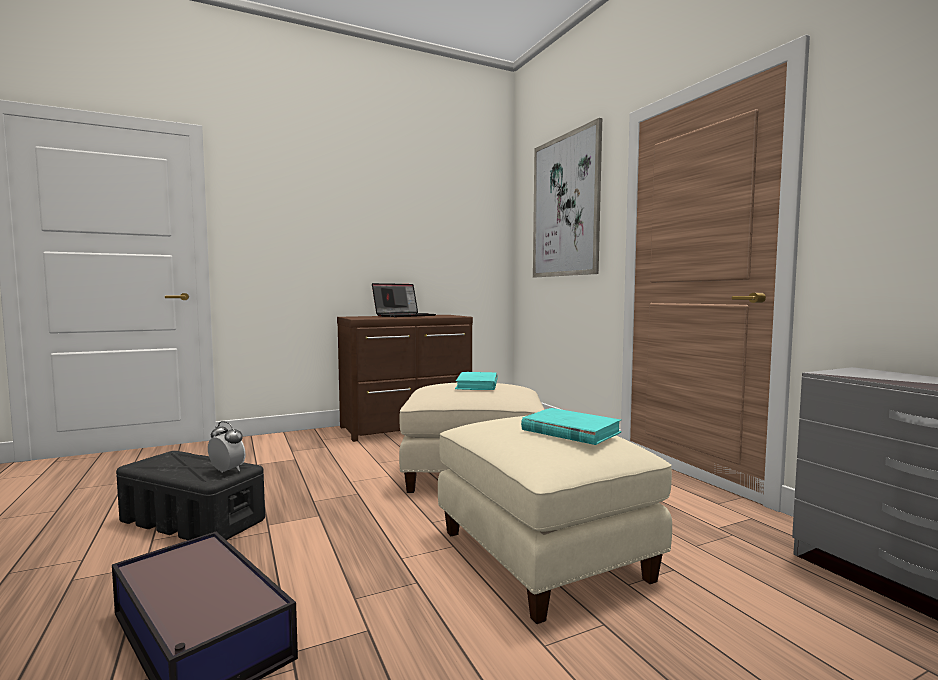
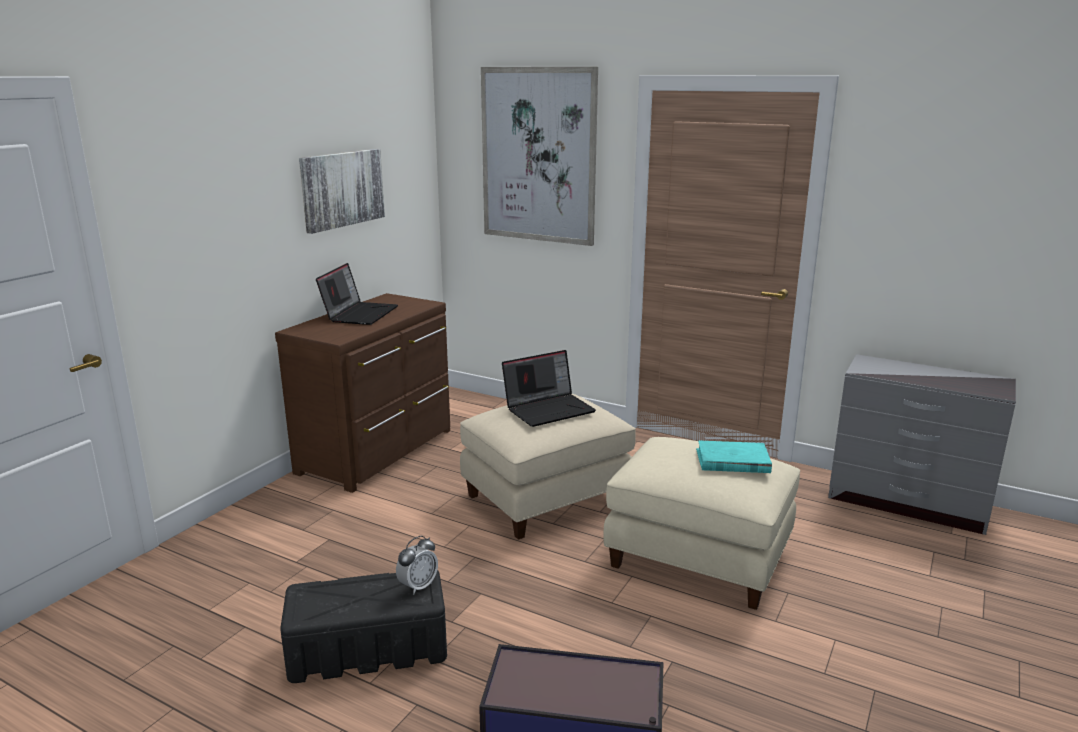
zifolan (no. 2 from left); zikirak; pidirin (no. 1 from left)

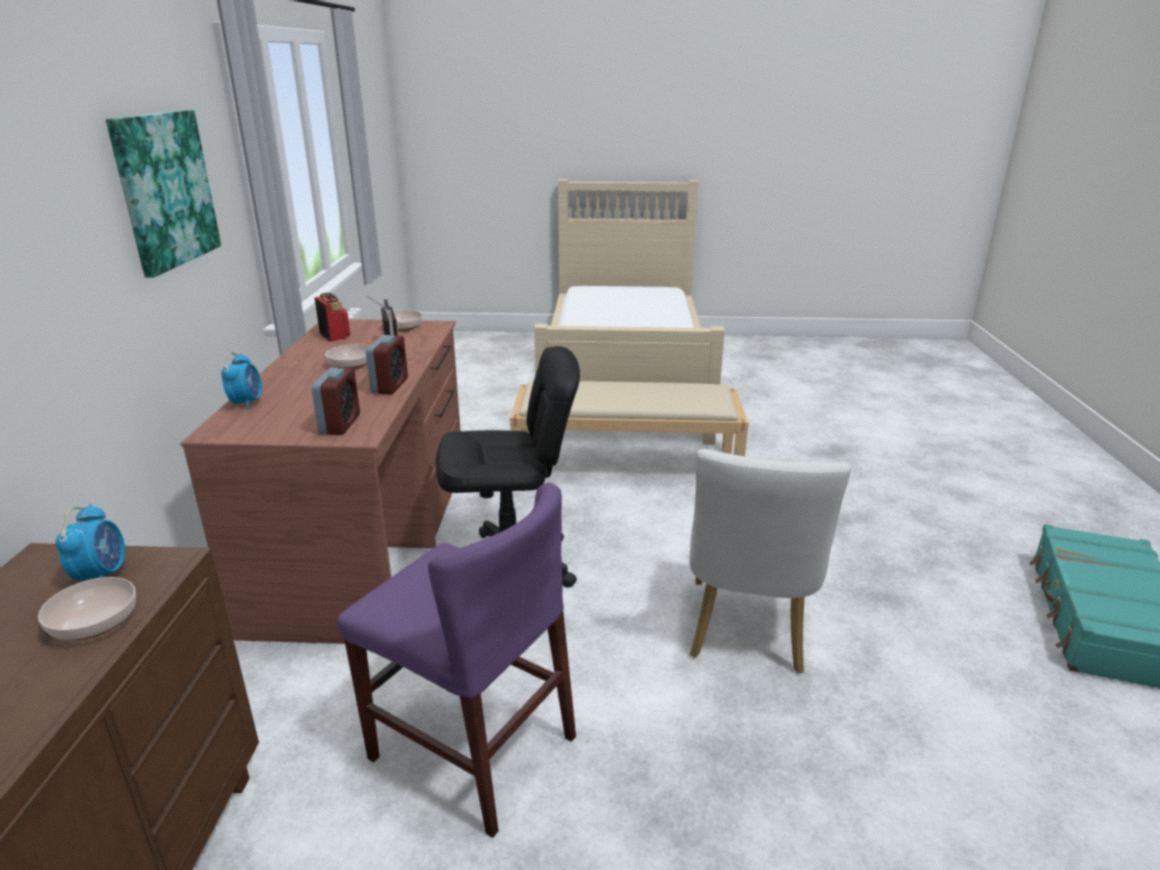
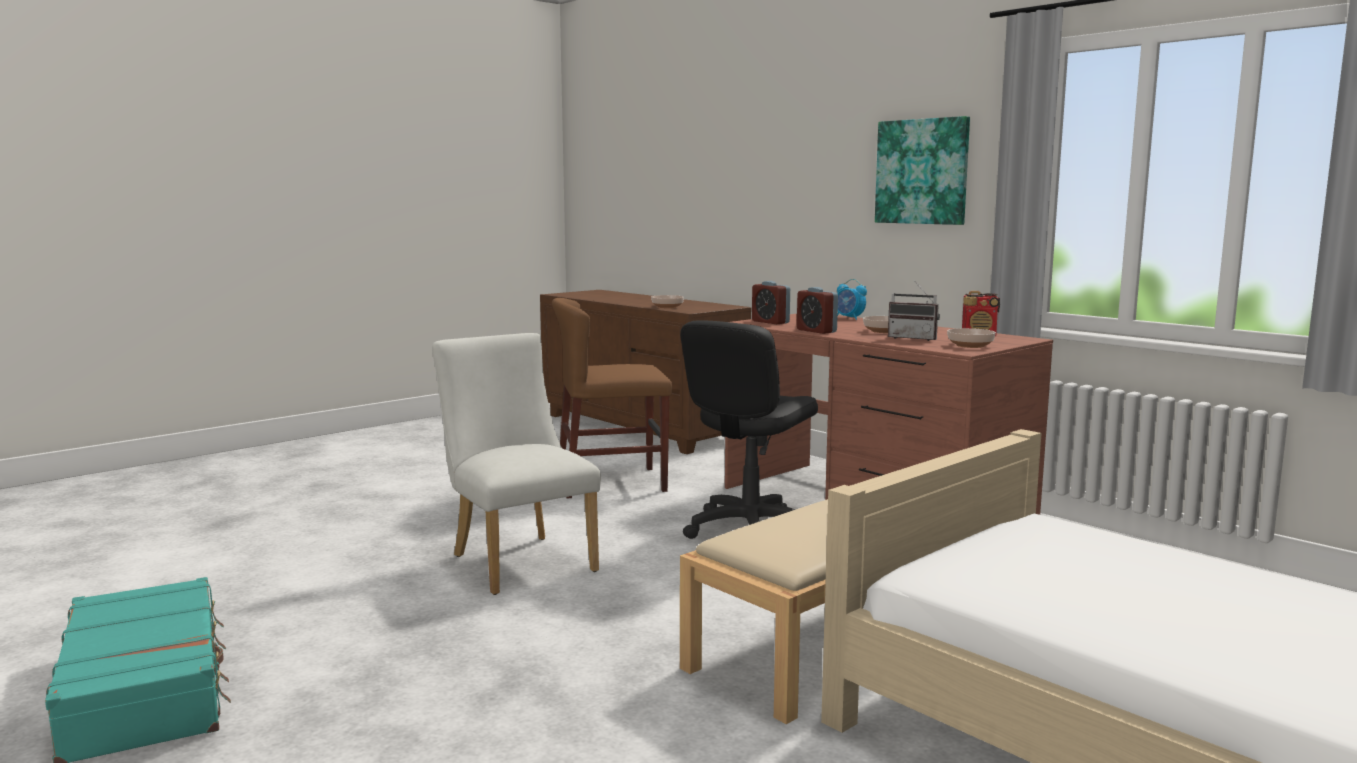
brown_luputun; zikirak (no. 1 from left in the first image)

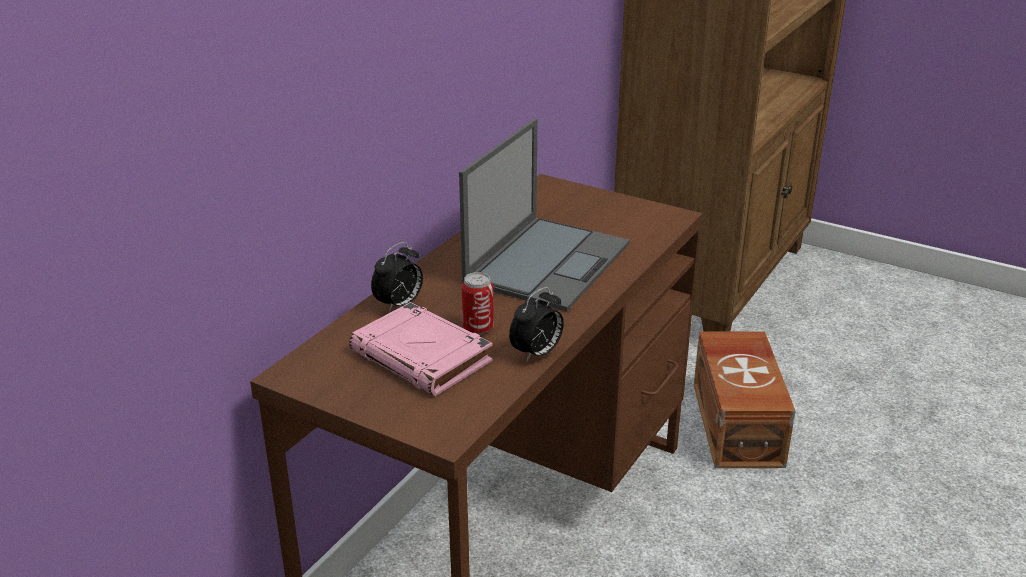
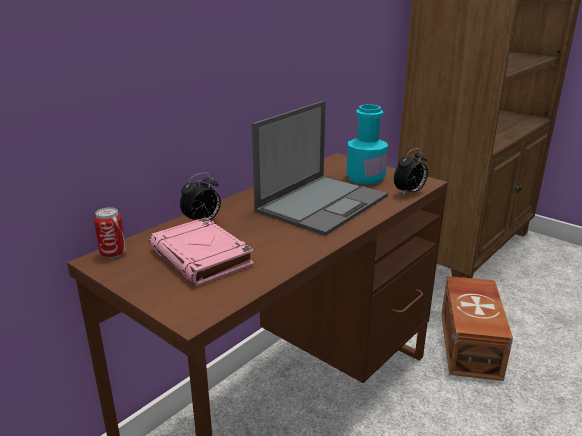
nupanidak; zikirak (no. 2 from left); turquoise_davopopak

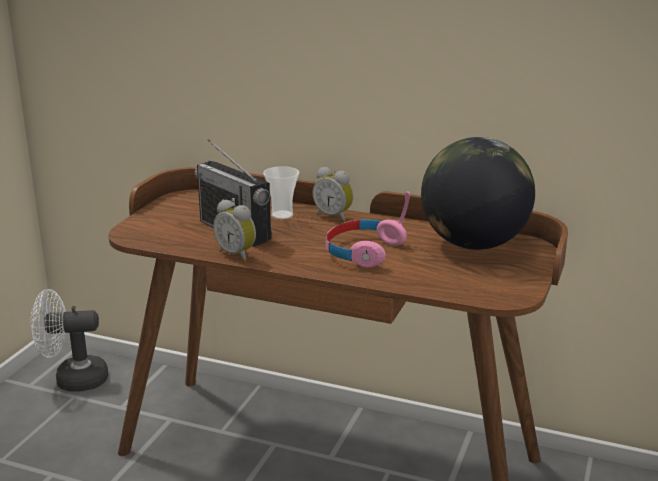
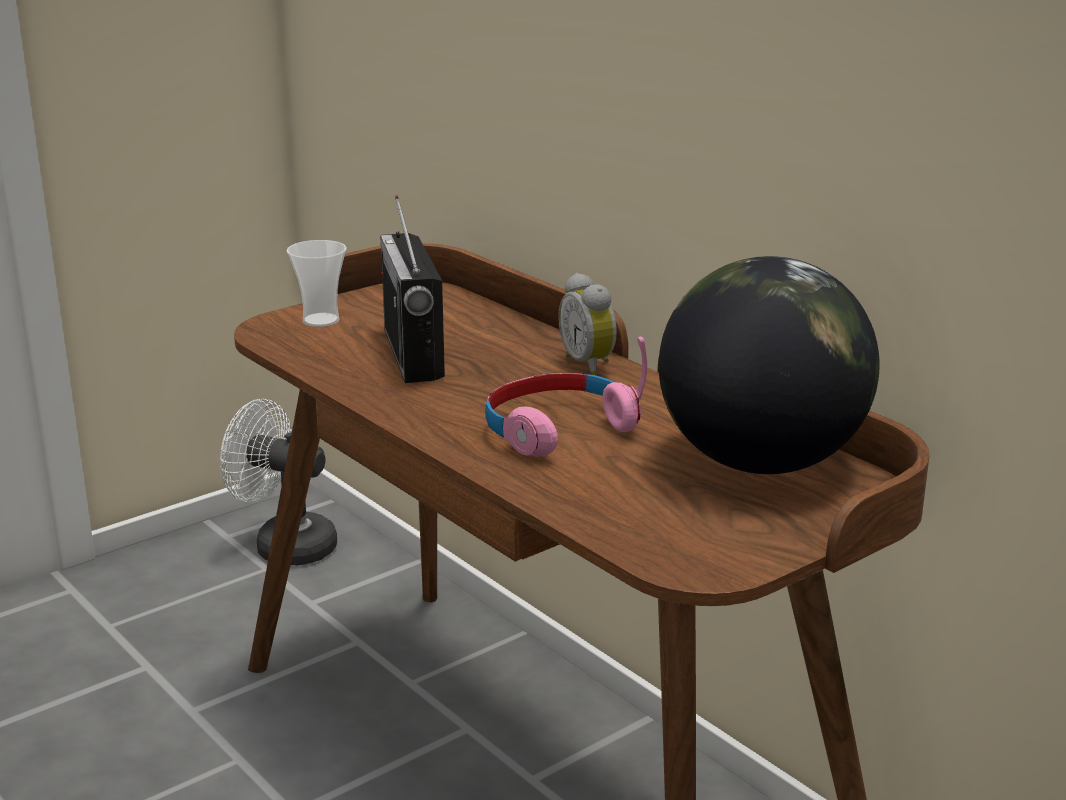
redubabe; zikirak (no. 1 from left in the first image)

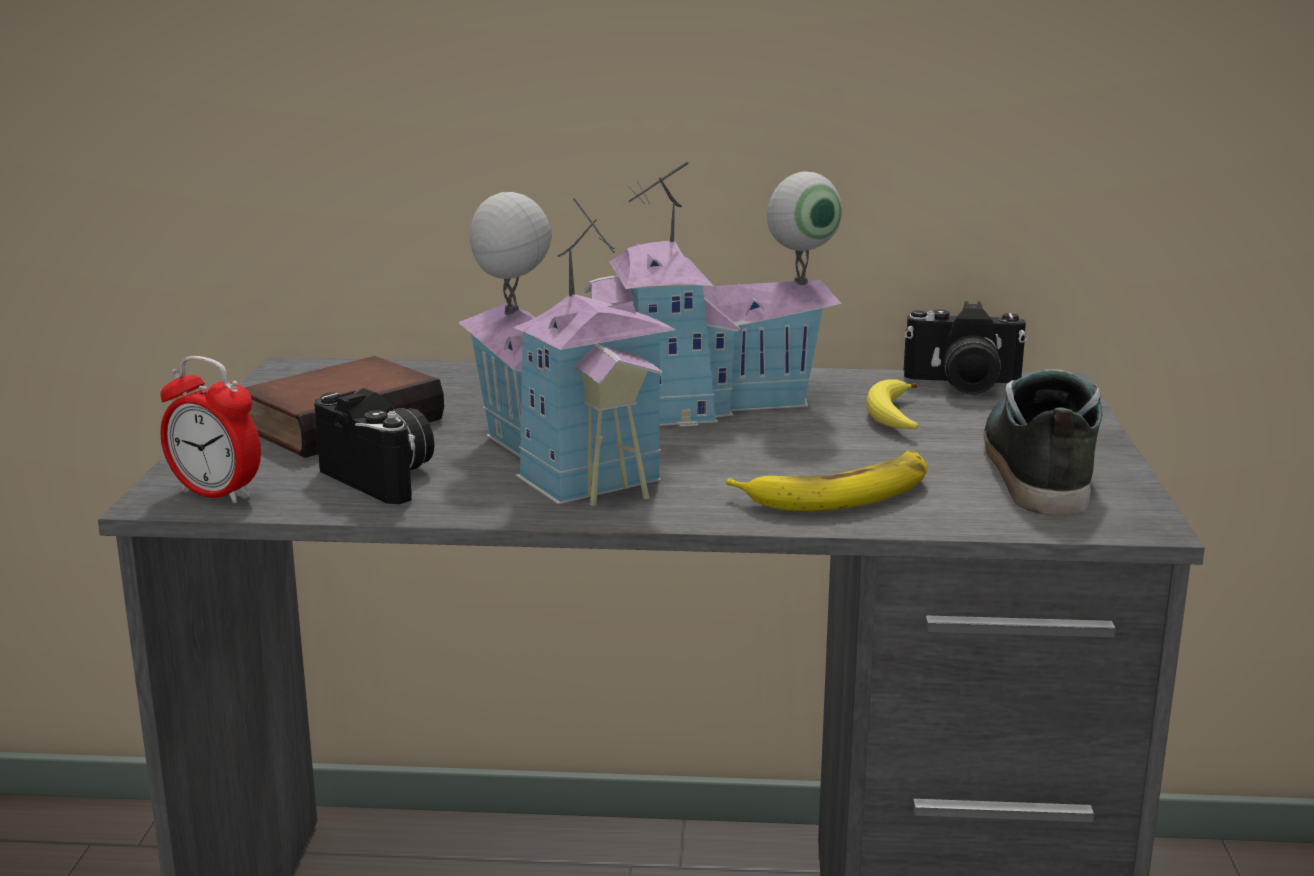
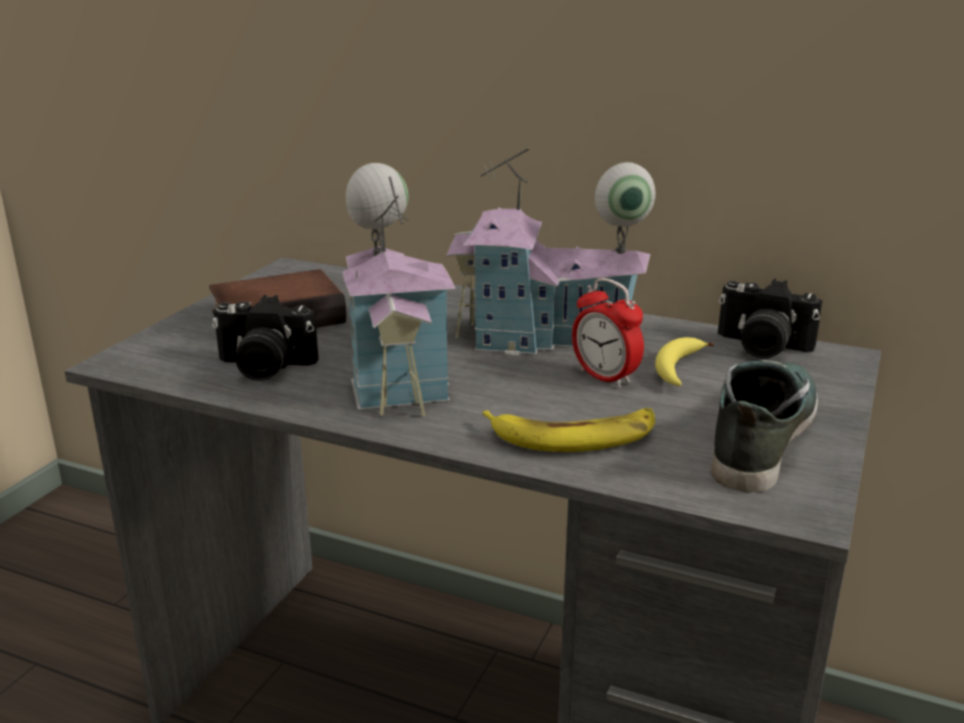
zikirak; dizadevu (no. 1 from left)

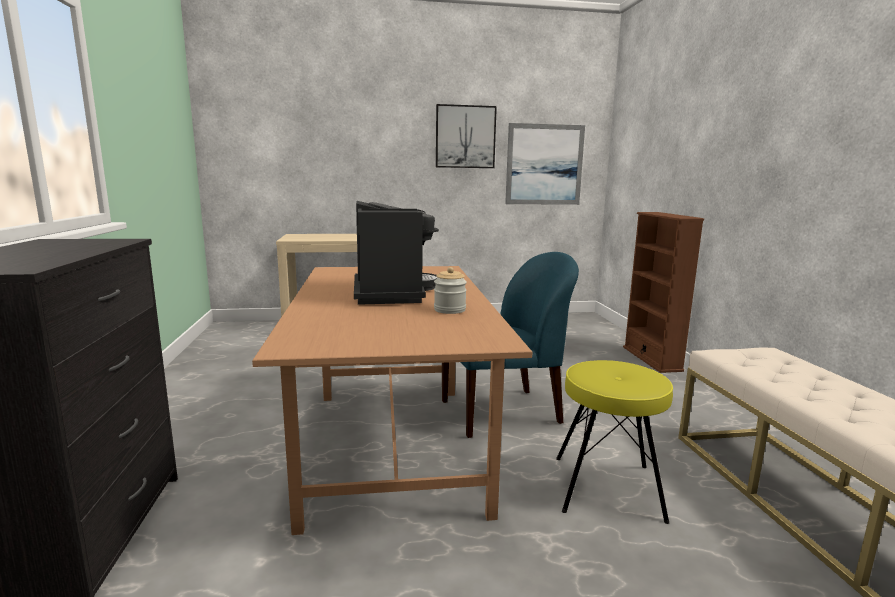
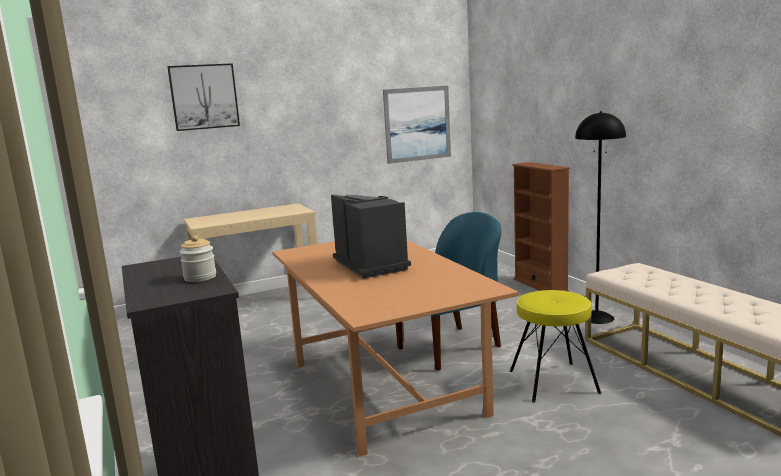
pidirin (no. 1 from left); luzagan; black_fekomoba

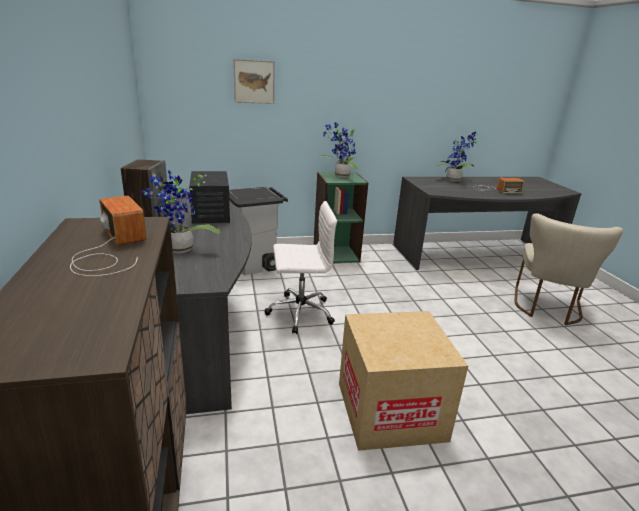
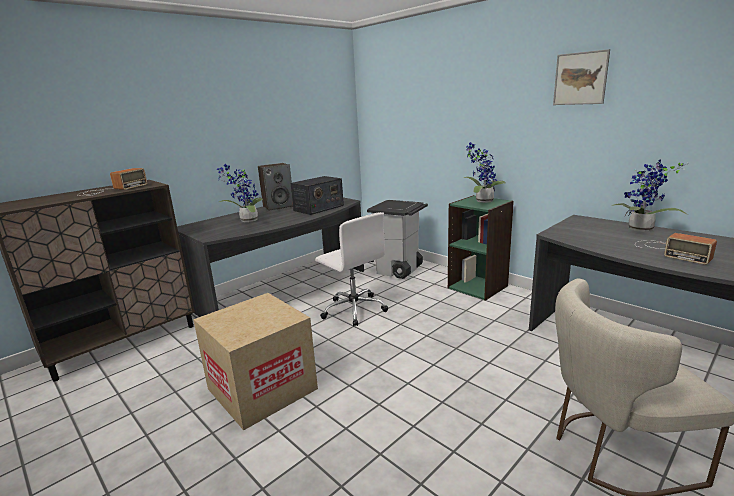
pidirin

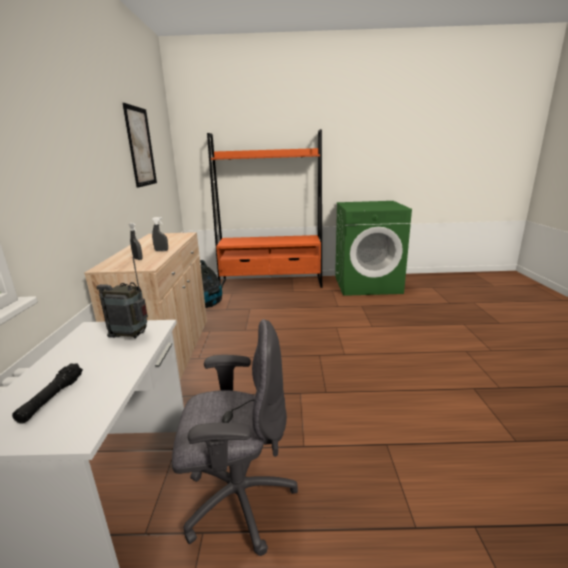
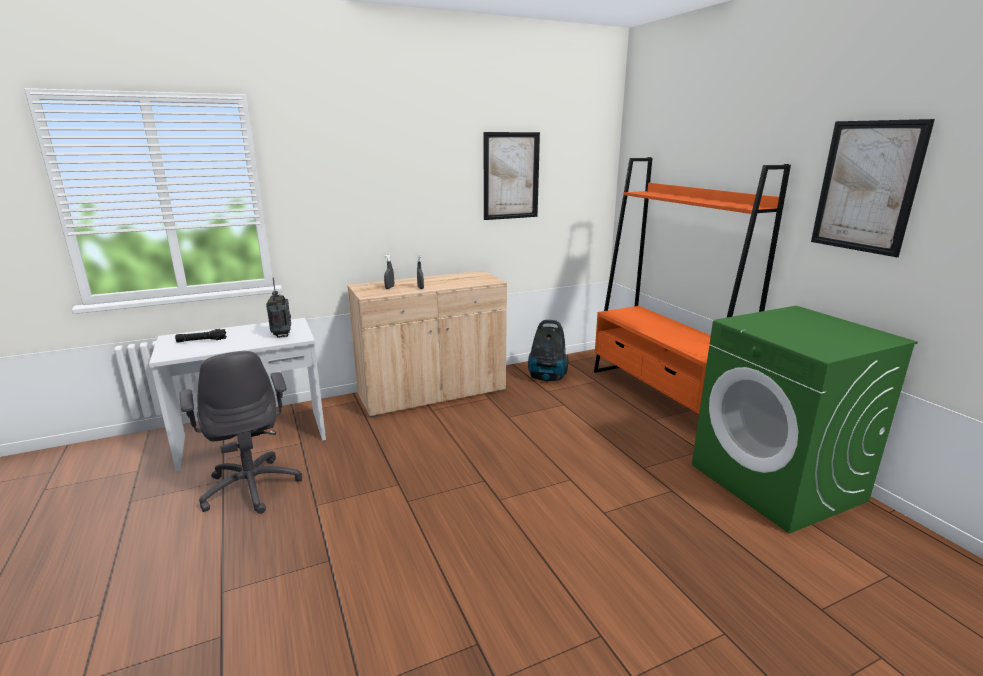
pidirin (no. 2 from left)

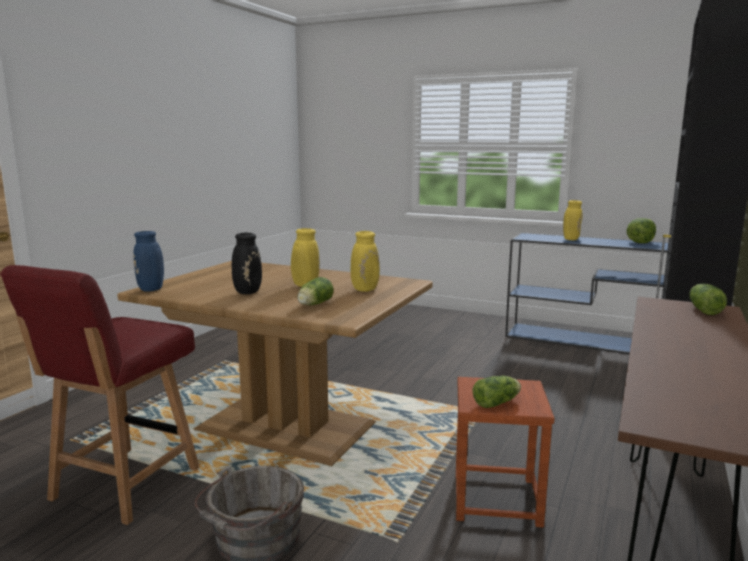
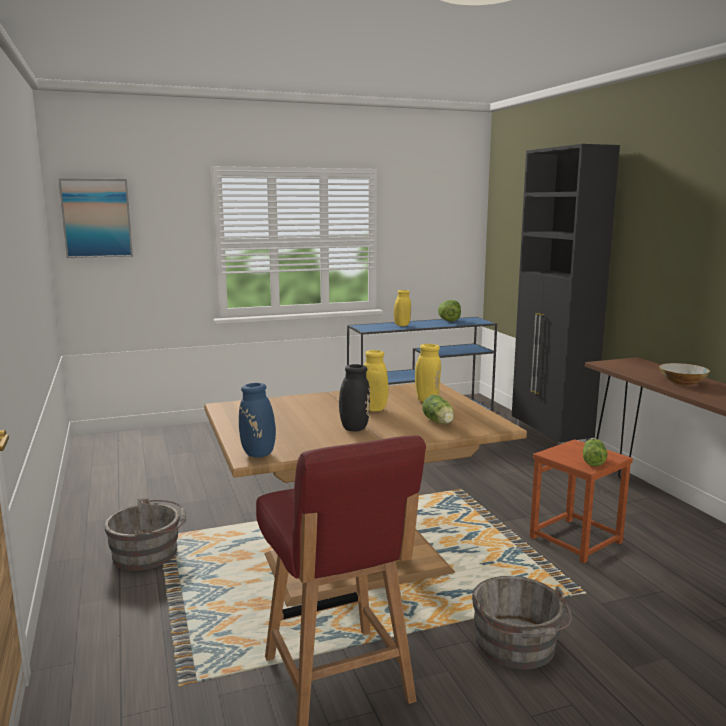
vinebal (no. 4 from left in the first image); pidirin; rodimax; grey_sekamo (no. 1 from left)

